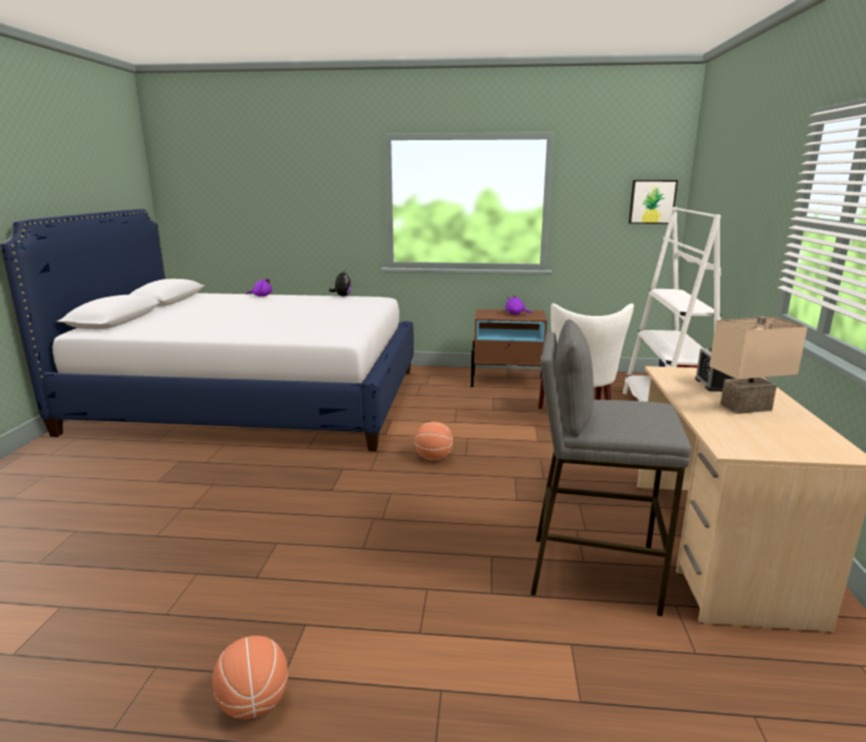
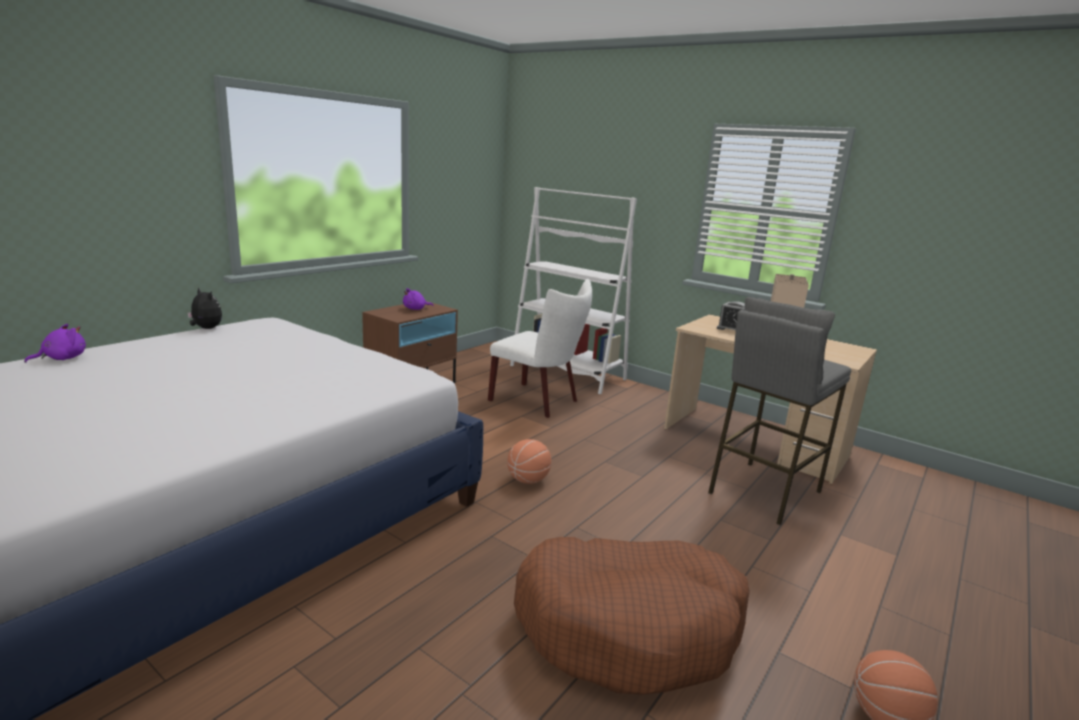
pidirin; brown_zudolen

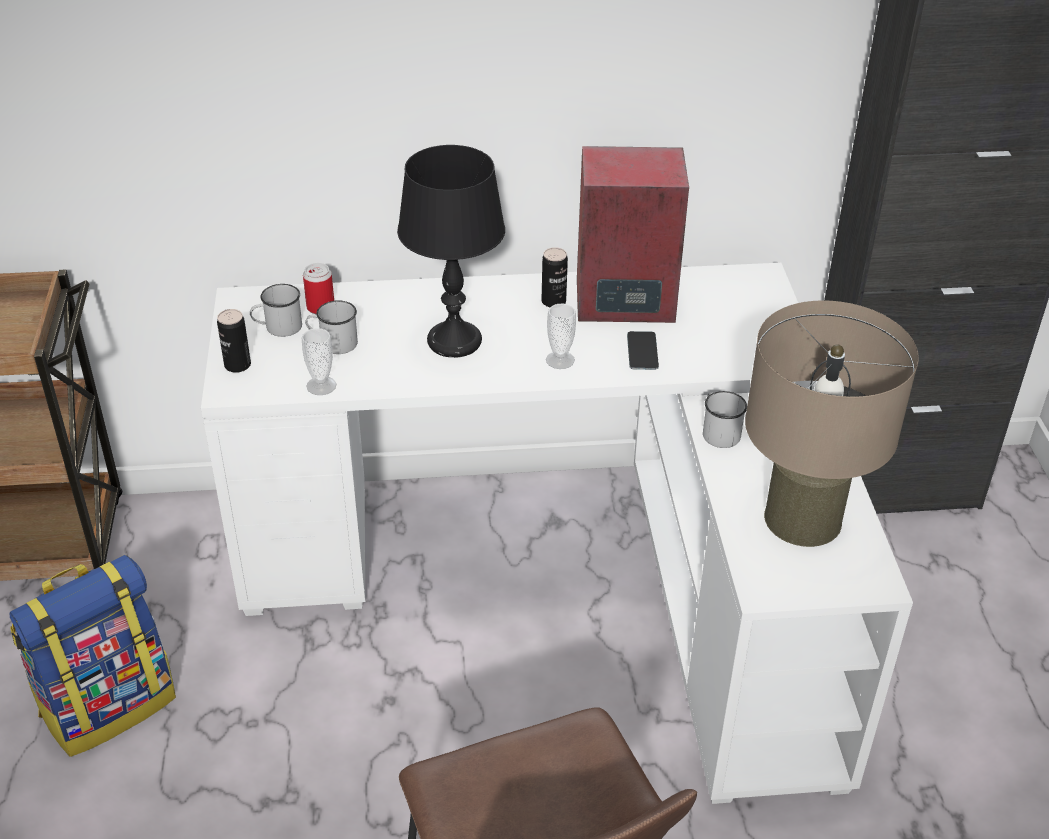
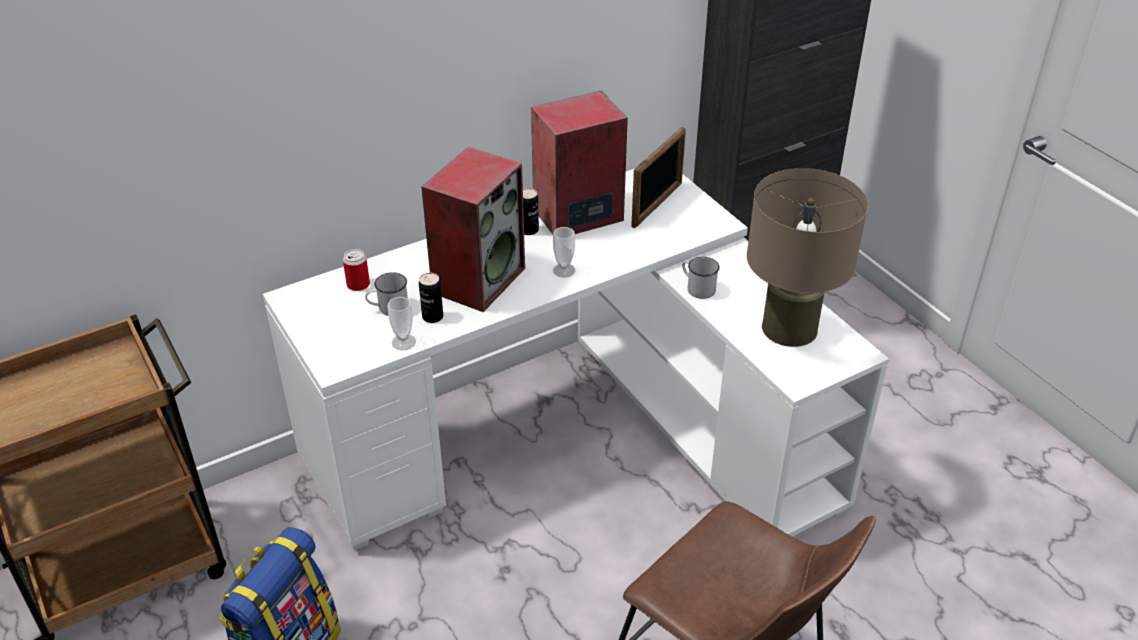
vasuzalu (no. 1 from left); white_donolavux (no. 1 from left in the first image); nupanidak (no. 2 from left); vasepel; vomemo

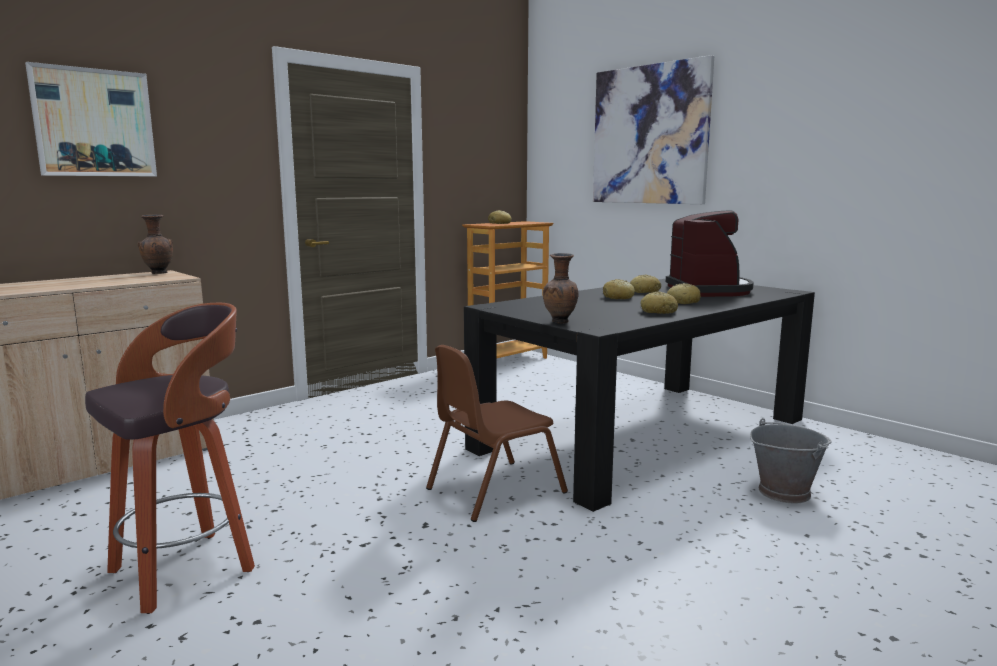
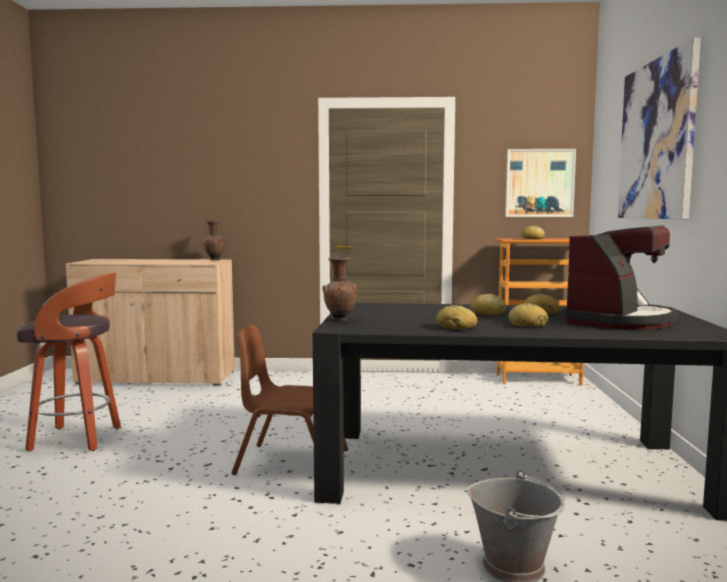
pidirin (no. 1 from left)

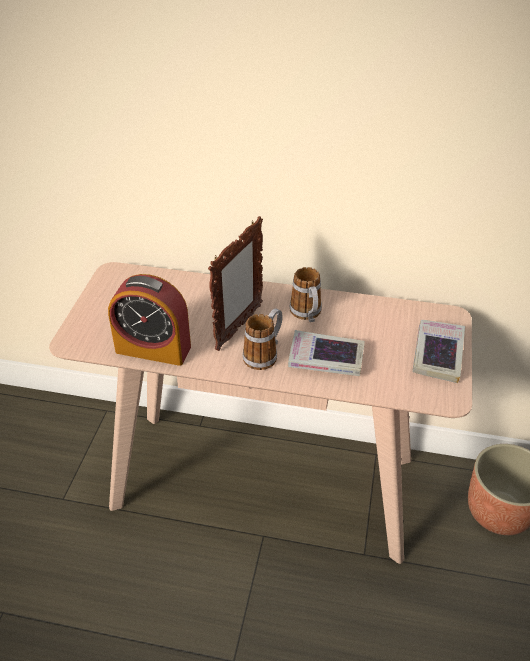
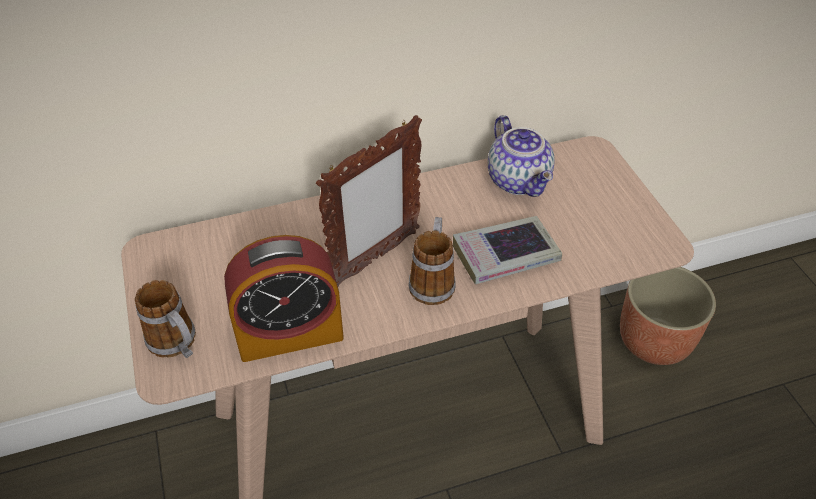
vomemo; donolavux (no. 1 from left); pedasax (no. 2 from left in the first image); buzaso

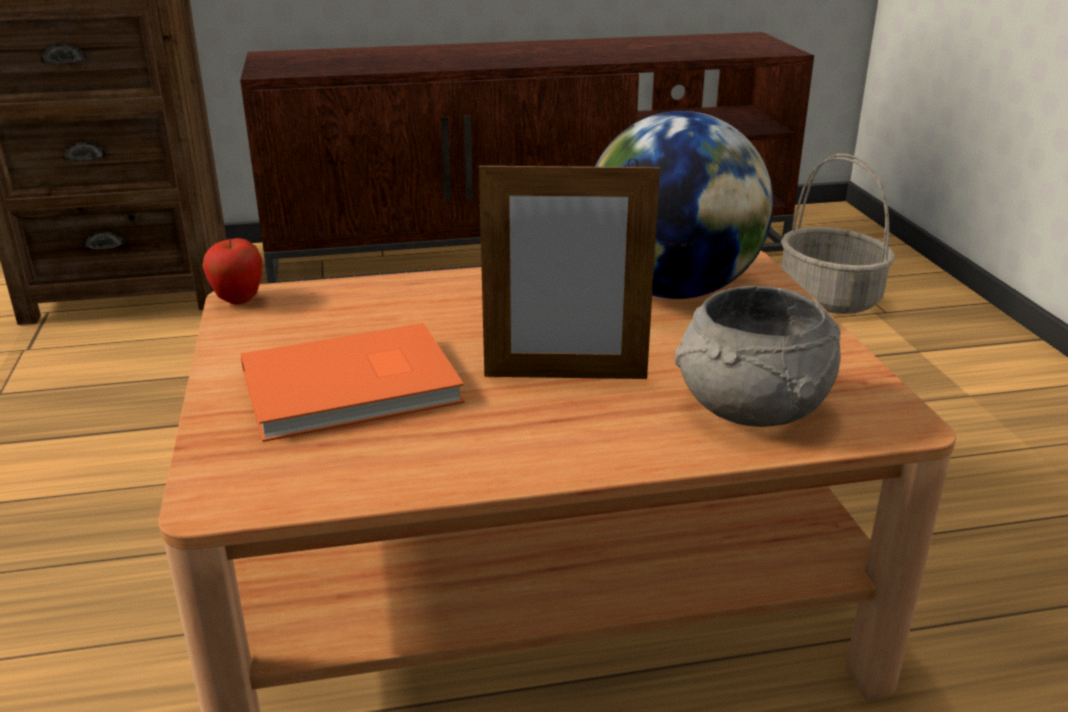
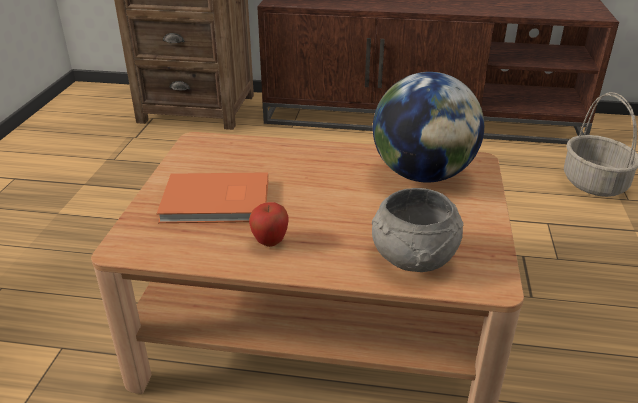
vomemo; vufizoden

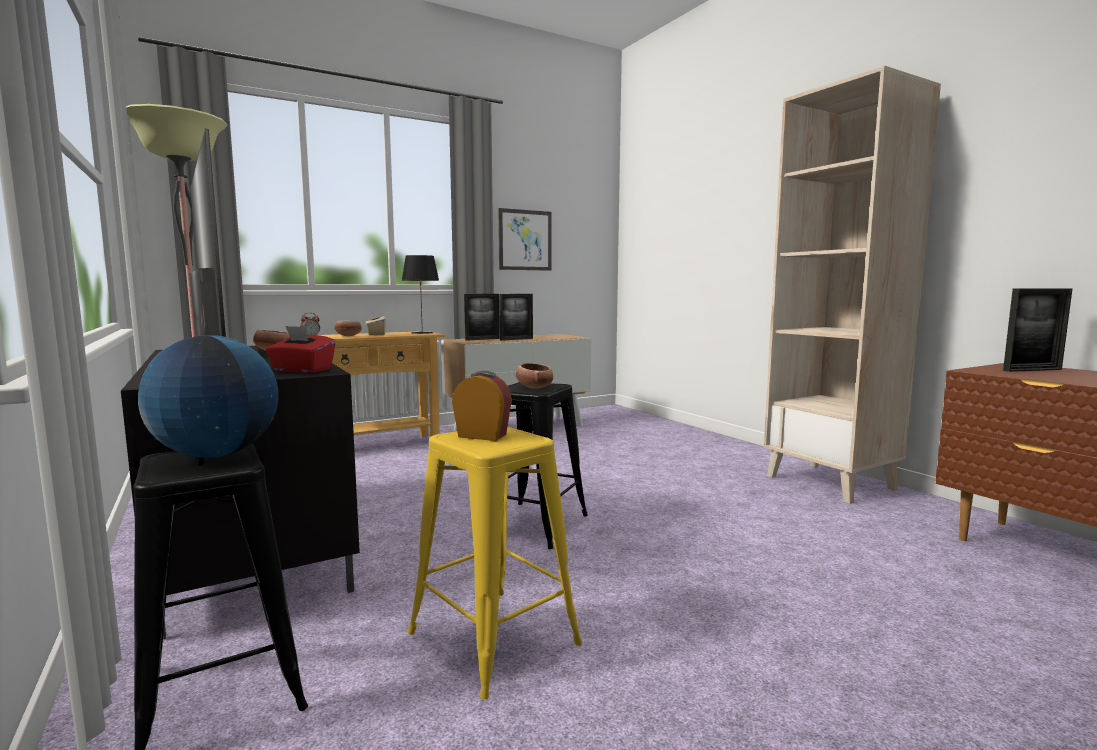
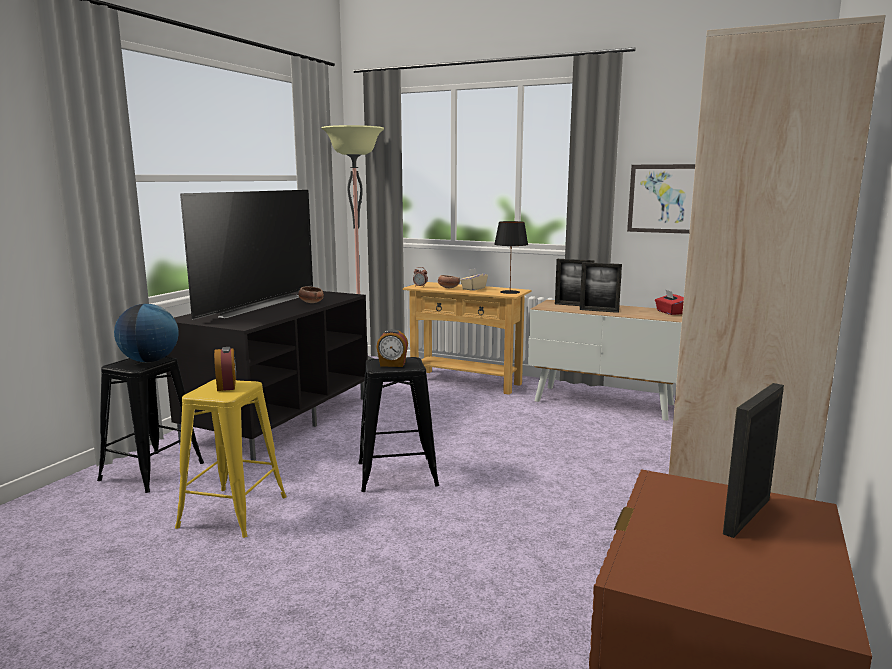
vomemo (no. 3 from left); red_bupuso; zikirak (no. 2 from left)

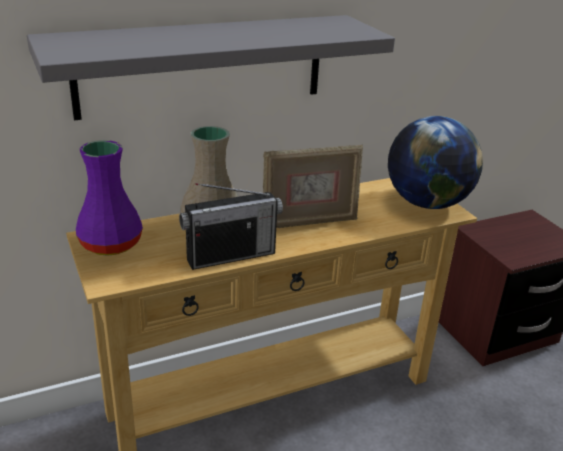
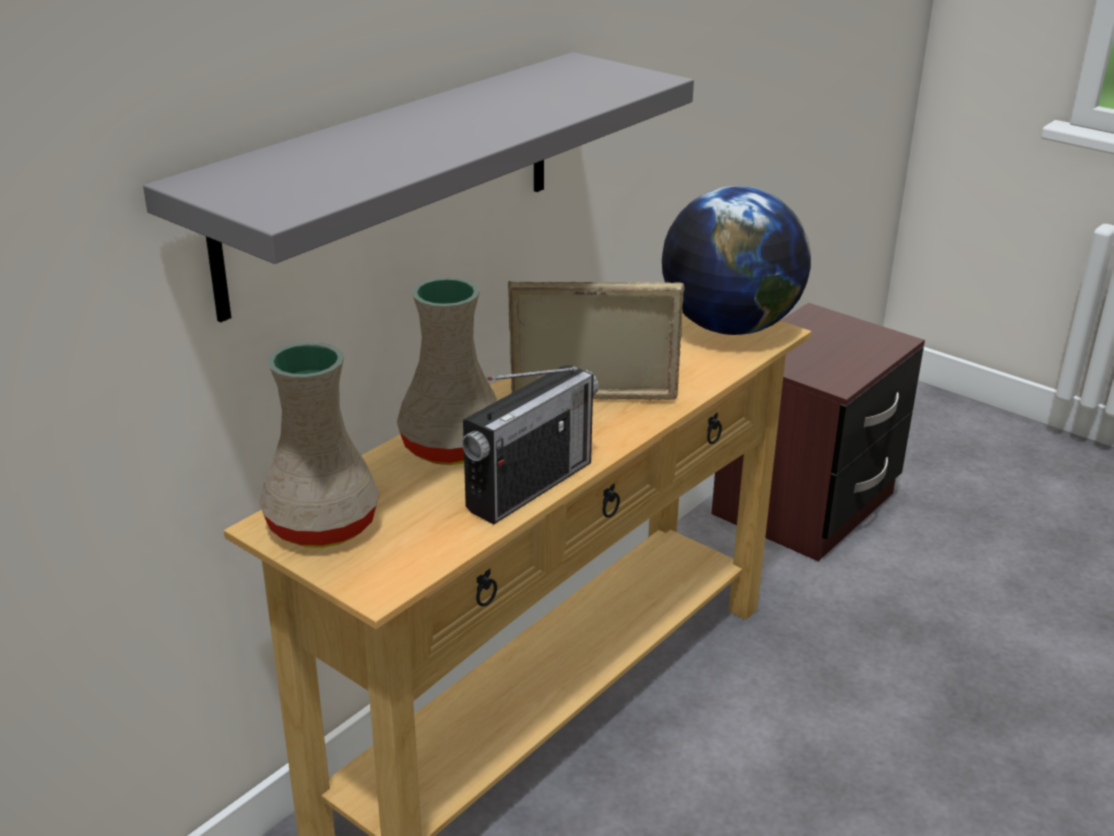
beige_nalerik (no. 1 from left); vomemo

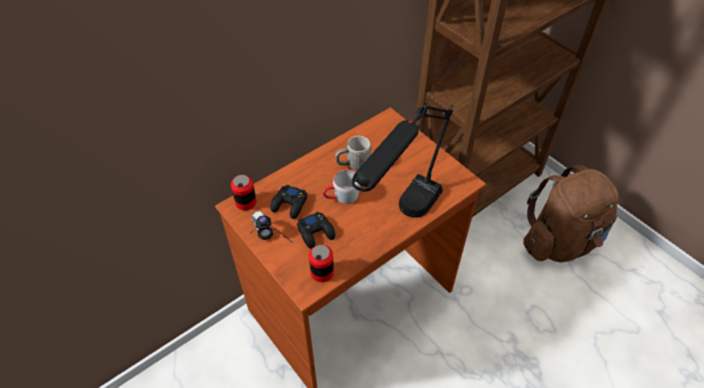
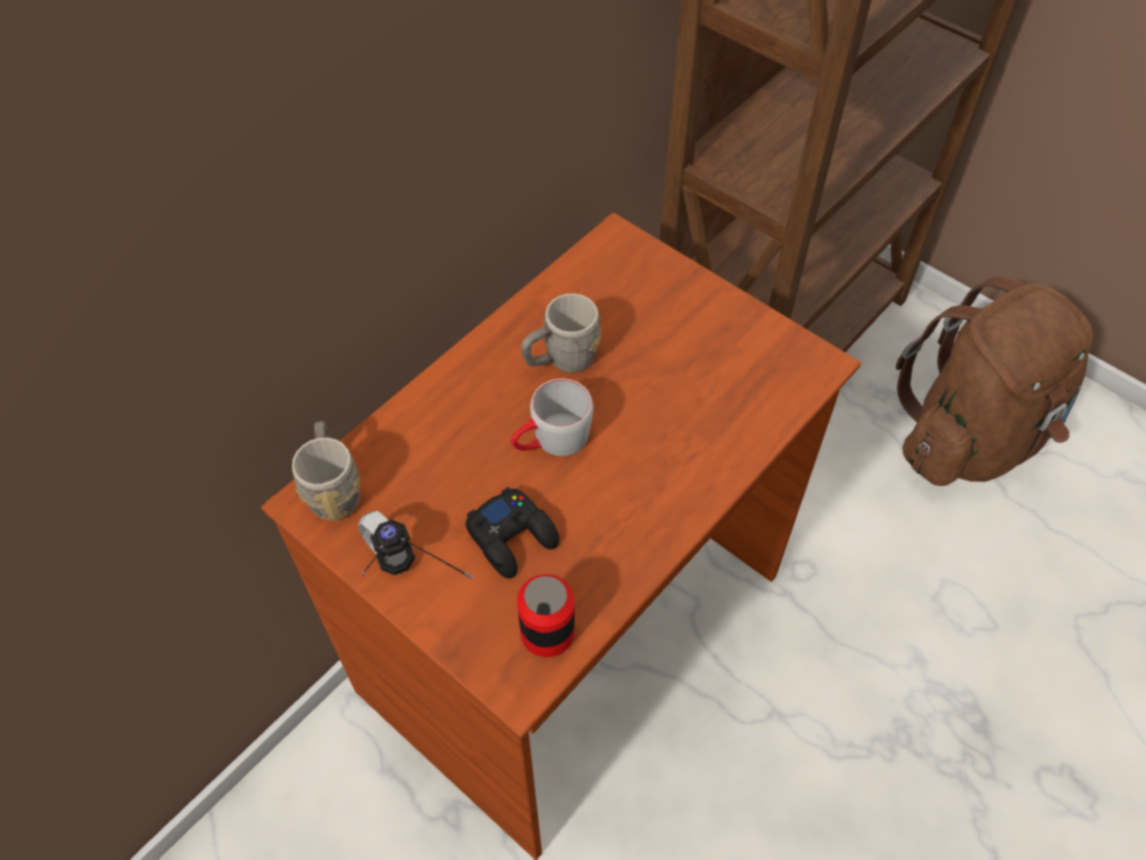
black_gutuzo; grey_donolavux (no. 1 from left); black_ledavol (no. 1 from left in the first image)

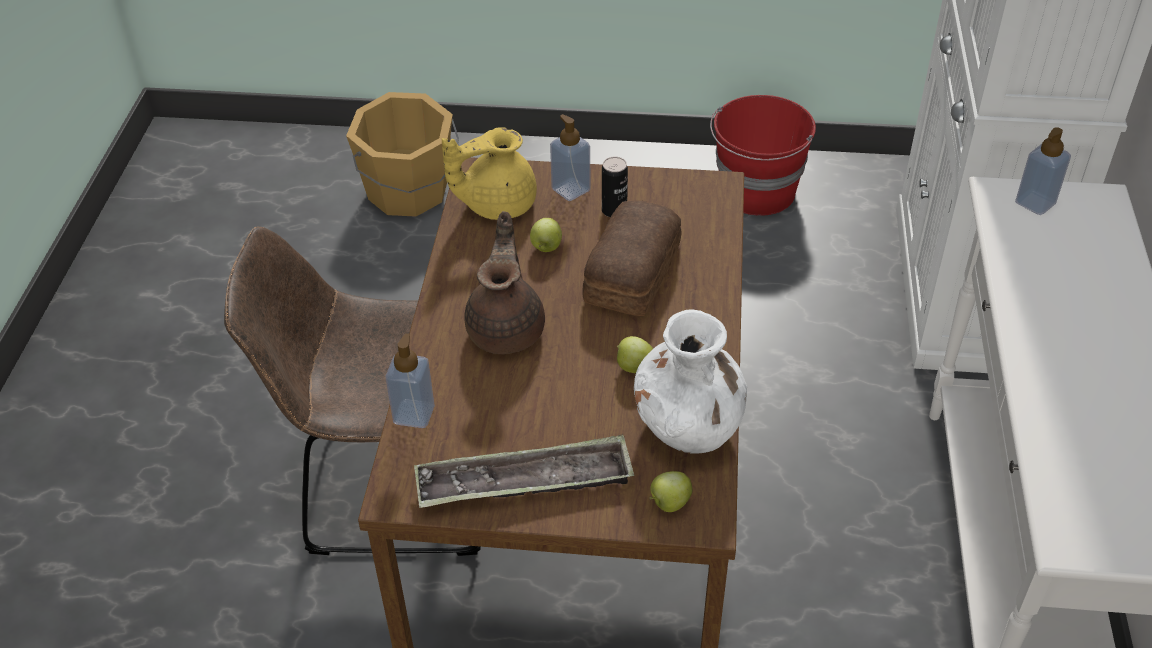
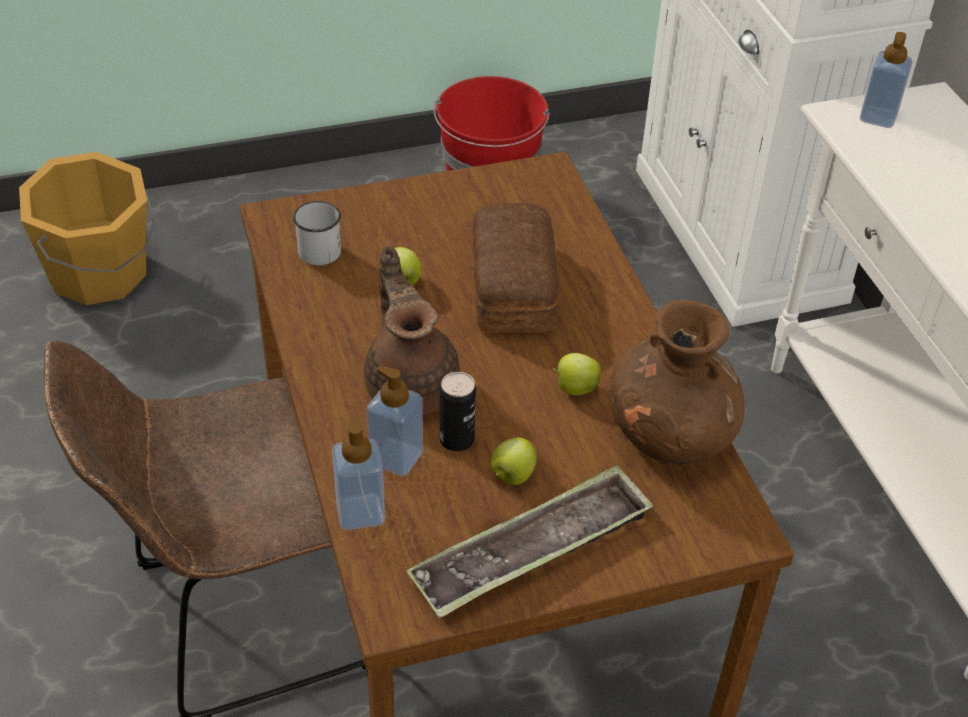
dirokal (no. 2 from left); white_donolavux; nupanidak; brown_nalerik; vufizoden (no. 2 from left)

